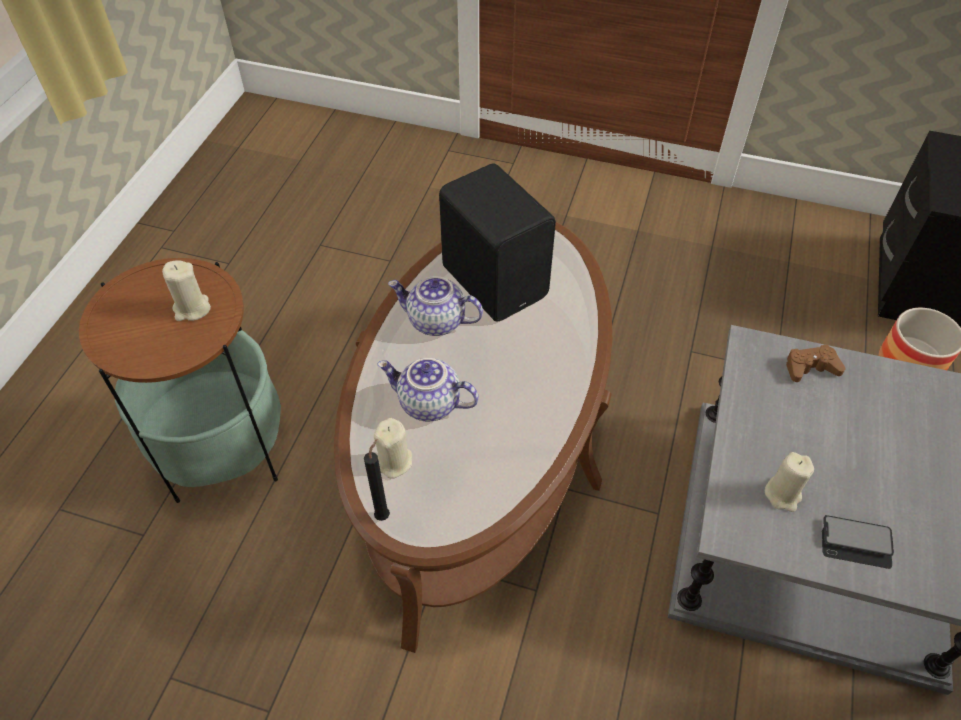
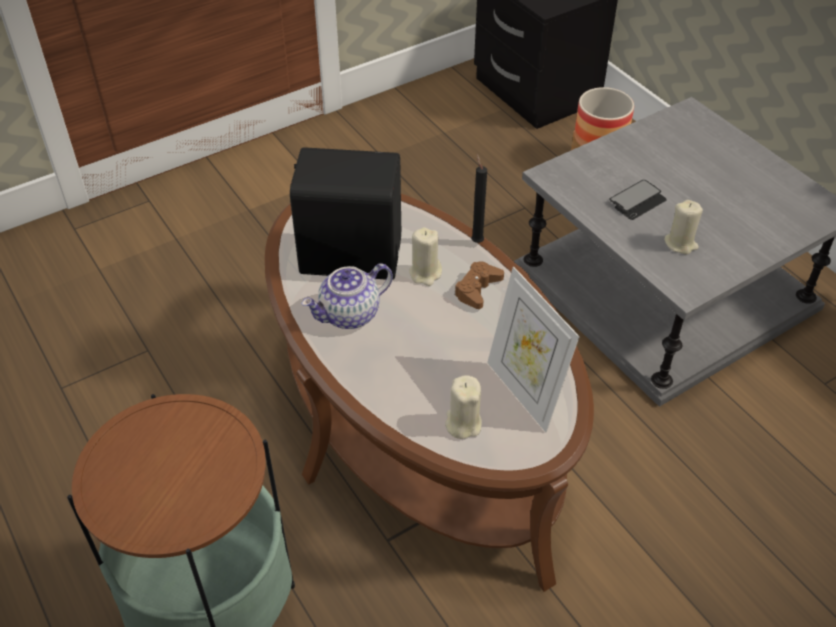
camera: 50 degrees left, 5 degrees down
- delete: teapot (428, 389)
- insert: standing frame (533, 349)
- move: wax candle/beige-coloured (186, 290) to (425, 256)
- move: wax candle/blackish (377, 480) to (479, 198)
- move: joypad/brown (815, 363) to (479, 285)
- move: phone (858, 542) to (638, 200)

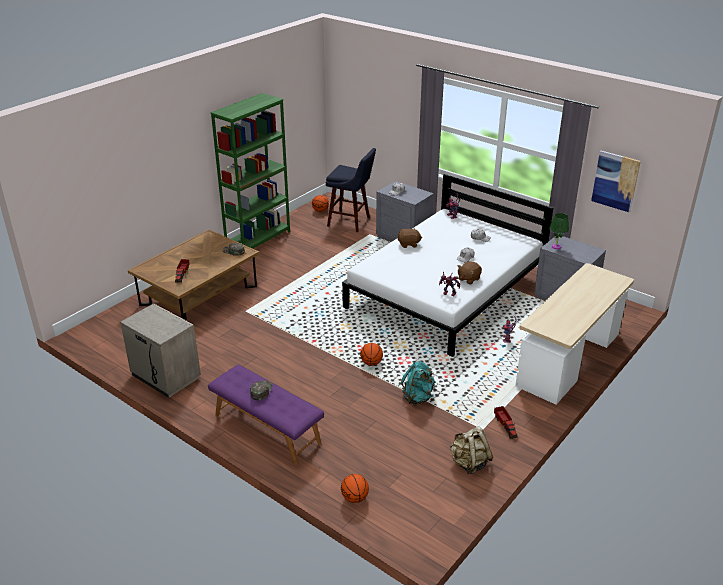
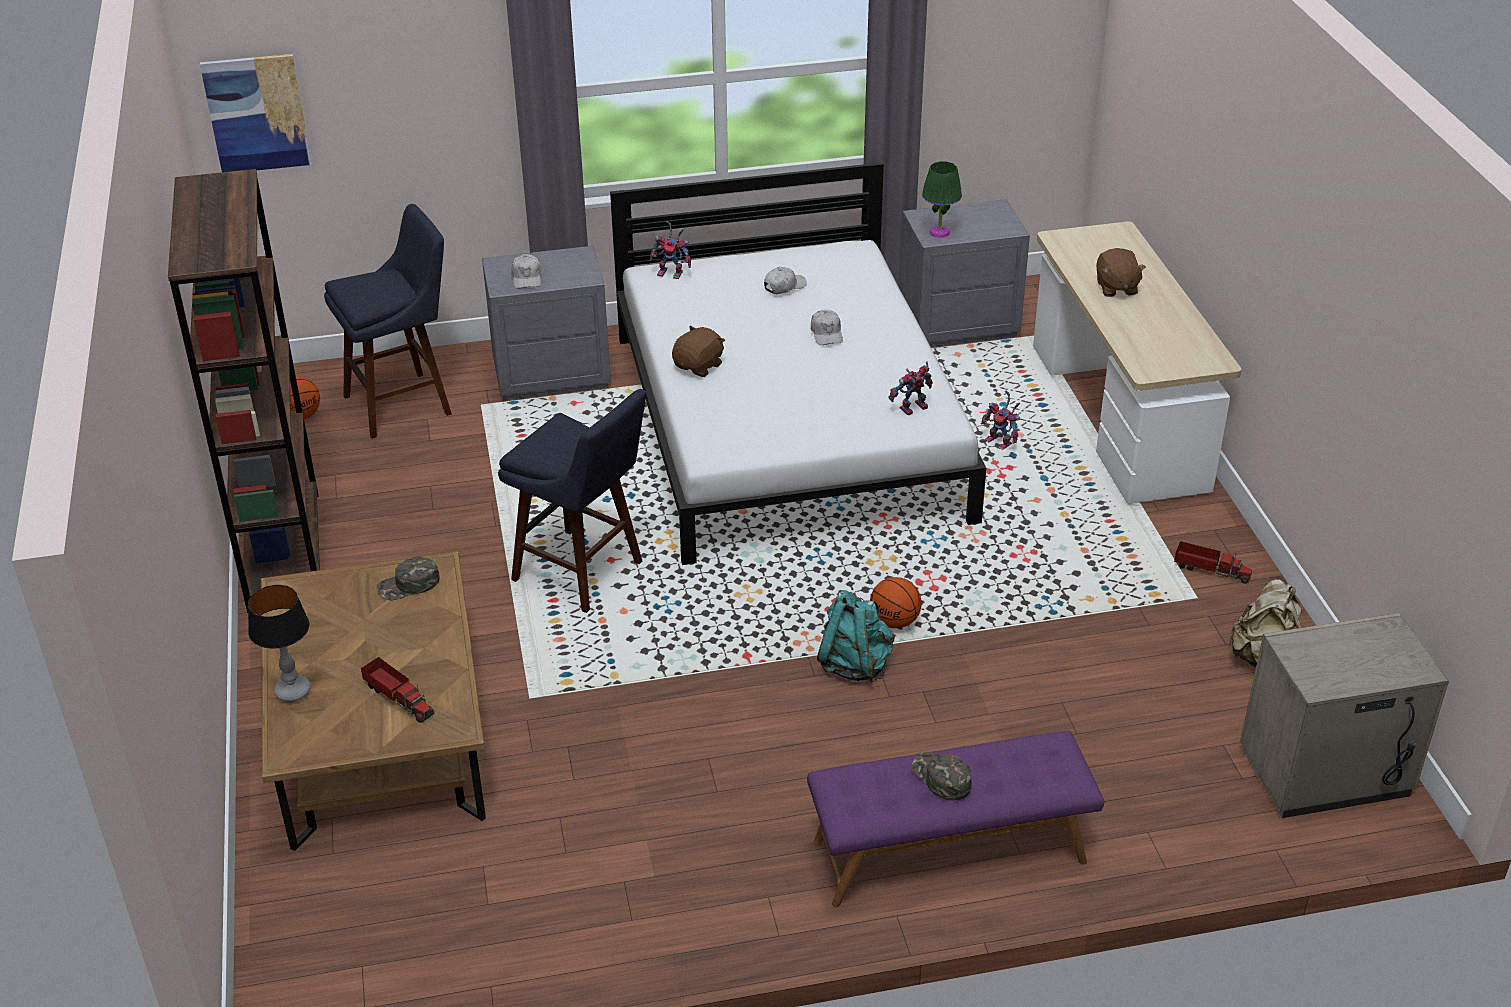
camera: 50 degrees left, 5 degrees up
- delete: basketball ball (355, 488)
- insert: tabletop lamp (279, 643)
- insert: sitting stool/blue-coloured (572, 501)
- move: nightstand/beige-coloured (160, 350) to (1344, 715)
- move: backpack/turquoise (418, 383) to (855, 636)
- move: cuddly toy/brown (470, 272) to (1121, 272)
- move: wall art (616, 181) to (256, 113)
- recolor: bookcase/green (250, 171) to bookcase/brown (244, 391)

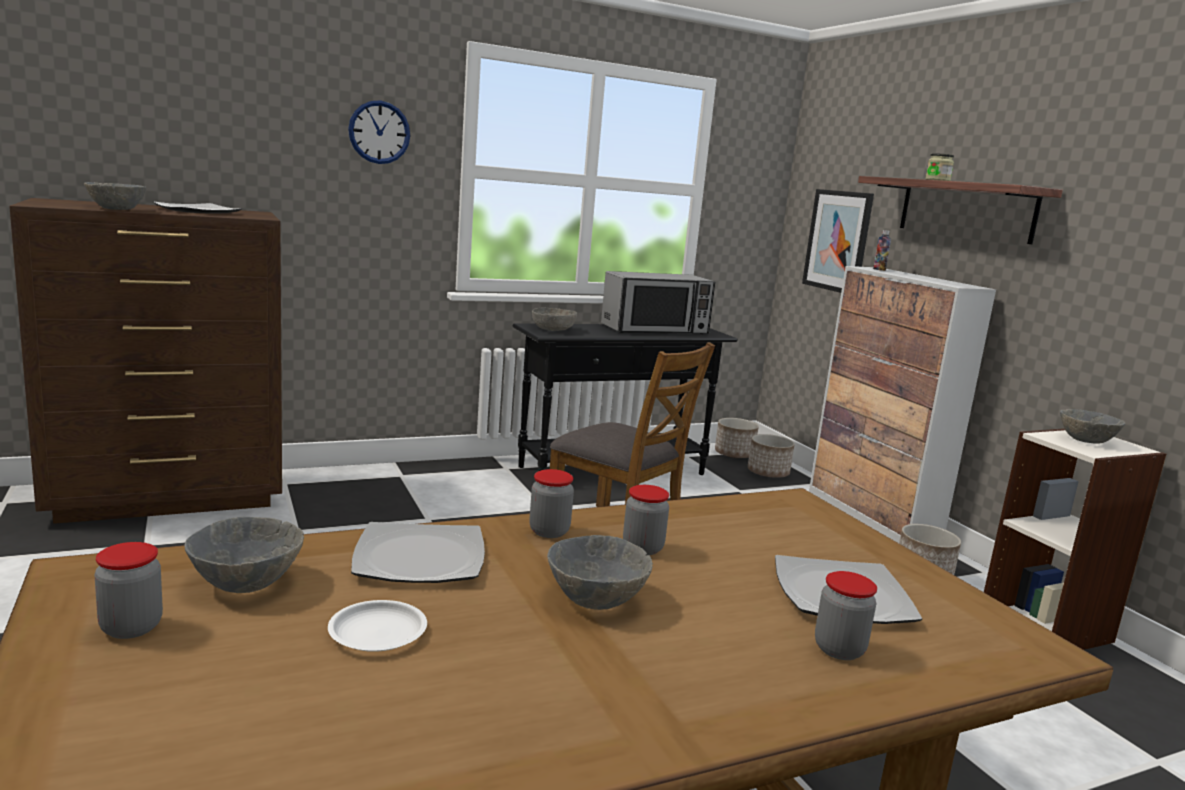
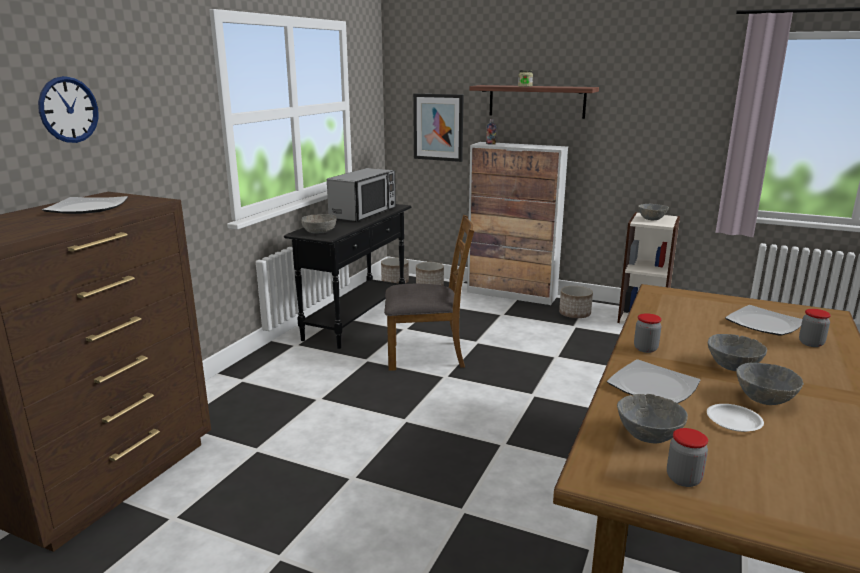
camera: 40 degrees left, 5 degrees up
- delete: jar (646, 520)
- move: serving bowl/gray (115, 196) to (770, 384)
- move: hanging clock (379, 132) to (68, 109)

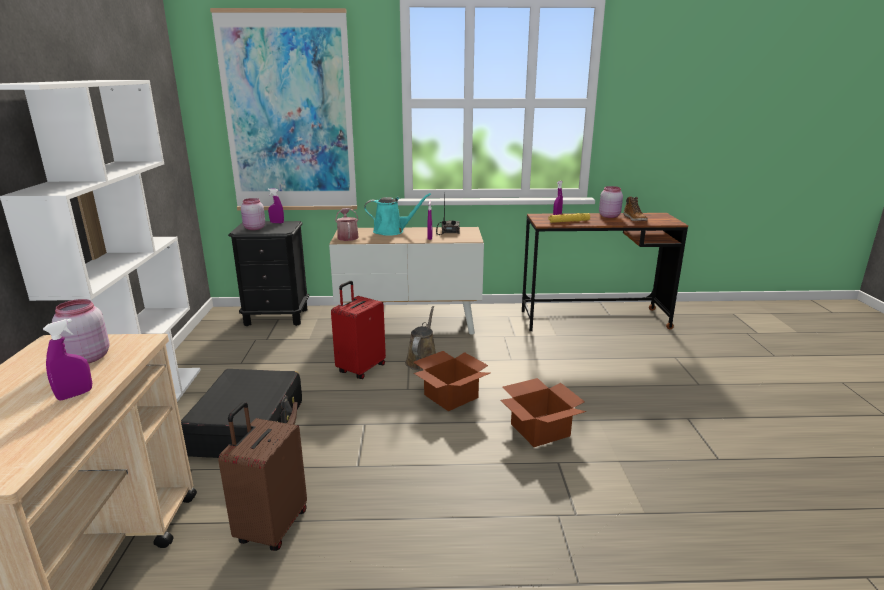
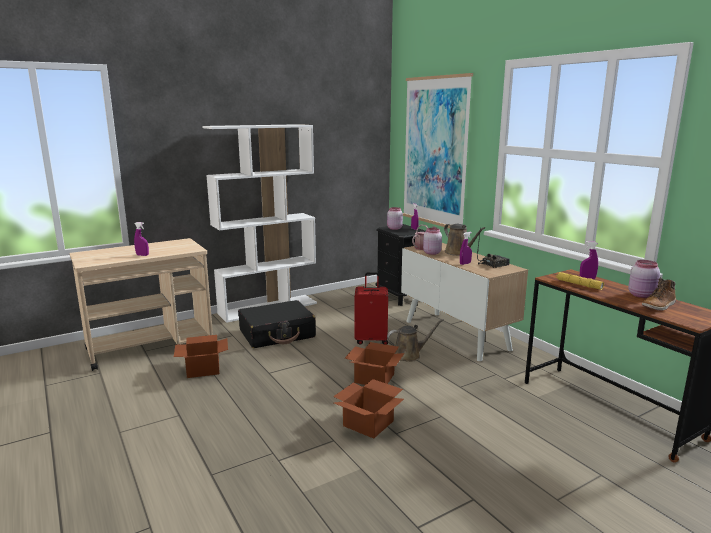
camera: 60 degrees right, 5 degrees down
- move: jar/pinkish (80, 331) to (432, 241)
- replace: travel case/brown (262, 476) to packing box (201, 356)
- recolor: watering pot/turquoise (397, 214) to watering pot/brown (464, 240)

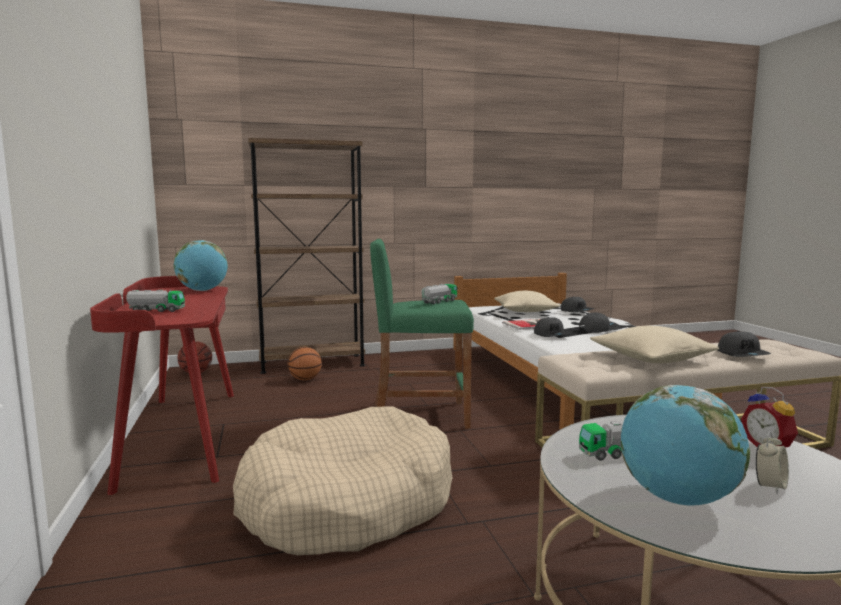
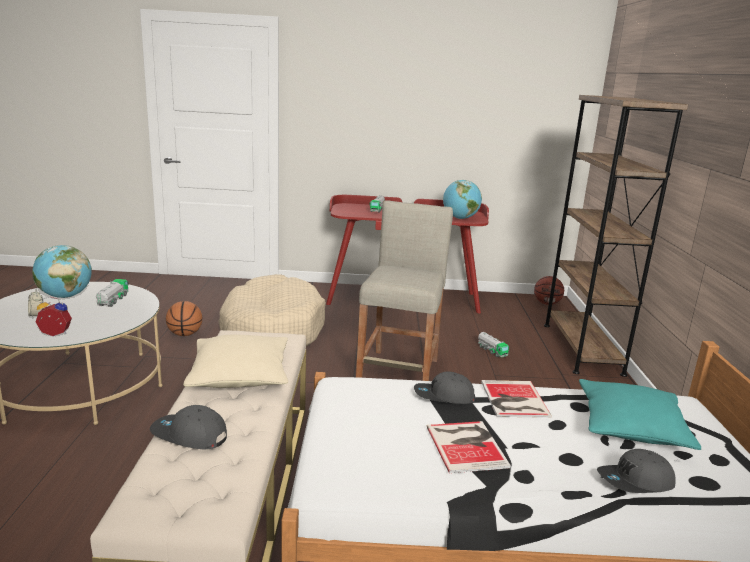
camera: 105 degrees right, 10 degrees up
- move: basketball ball (305, 363) to (184, 318)
- move: toy truck (439, 294) to (493, 344)
- replace: cap/gray (599, 322) to bound book (469, 447)
- recolor: sitting stool/green (422, 333) to sitting stool/beige-coloured (404, 290)
- recolor: throw pillow/beige-coloured (527, 301) to throw pillow/turquoise (640, 414)

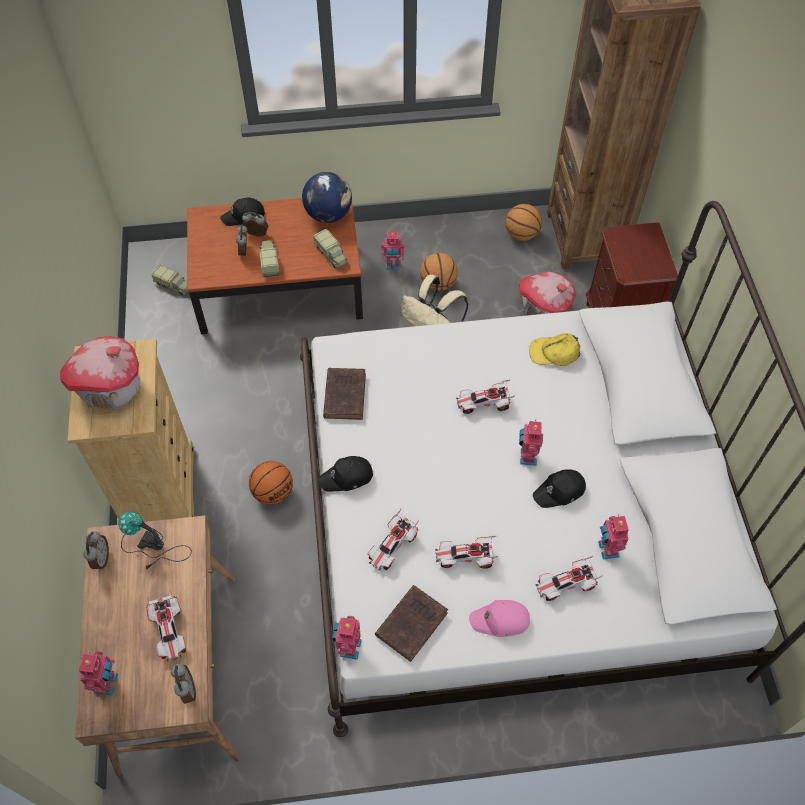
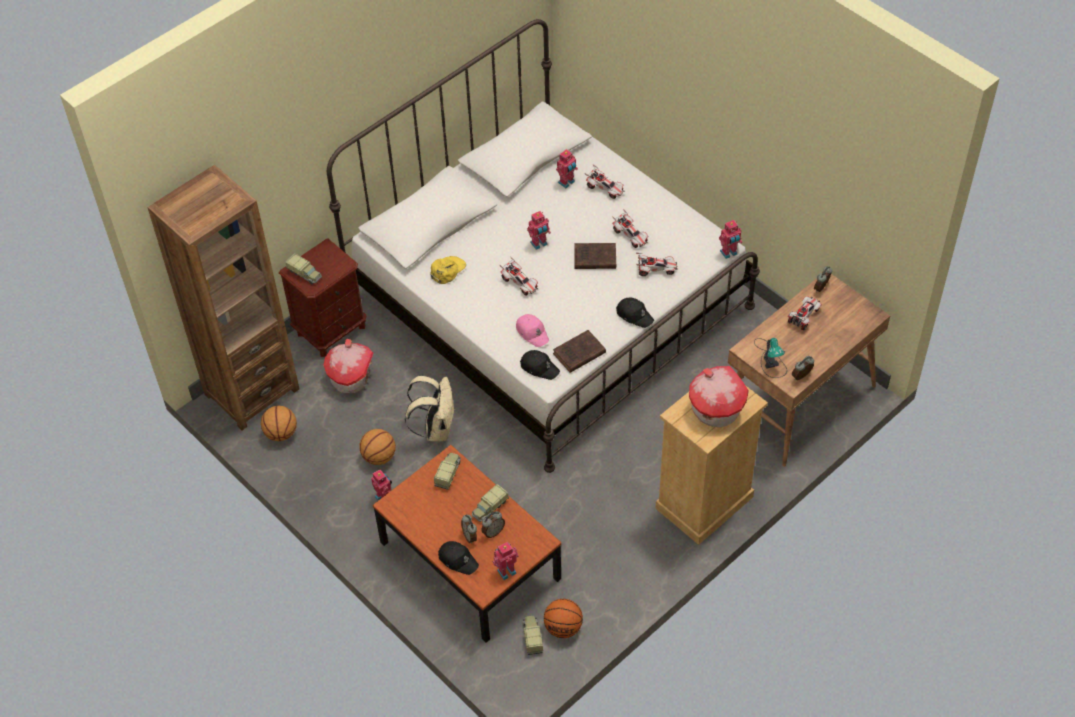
camera: 125 degrees left, 5 degrees down
- delete: world globe (327, 197)
- insert: toy truck (303, 268)
- move: model robot (98, 673) to (505, 561)
- move: basketball ball (271, 483) to (563, 618)
- move: bound book/brown (411, 623) to (595, 256)
- move: cap/pinkish (499, 618) to (532, 330)
- move: cap/blackish (559, 488) to (540, 365)
- rotate: cap/yellow-coloured (554, 349) = (448, 270) 105 degrees counterclockwise

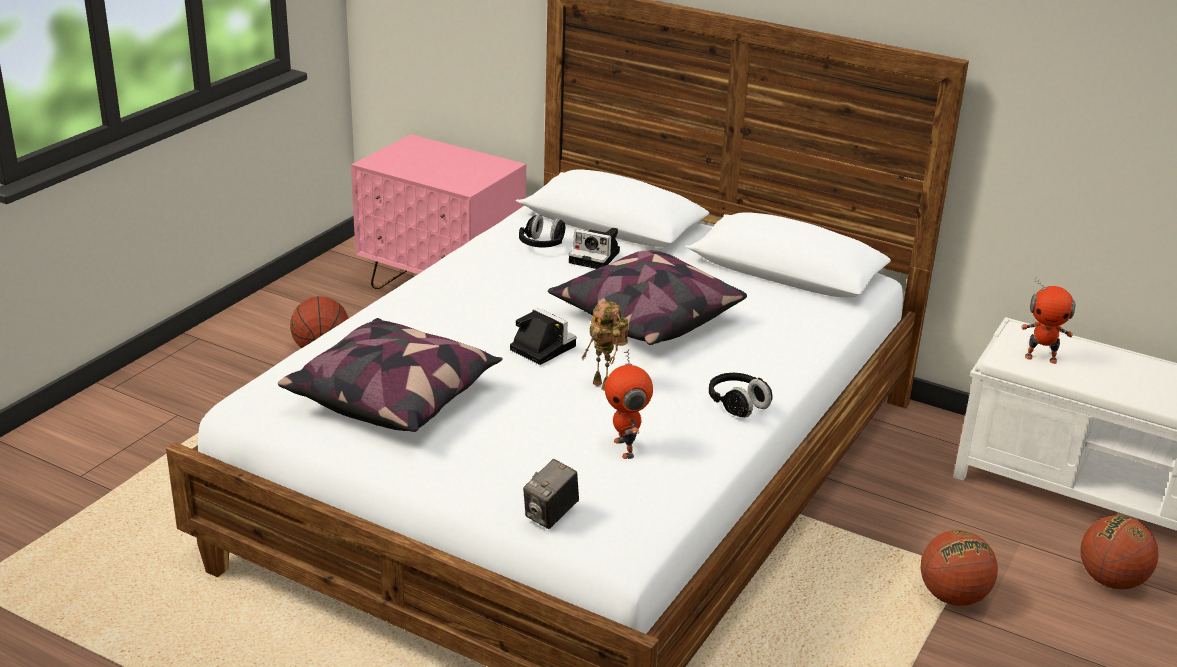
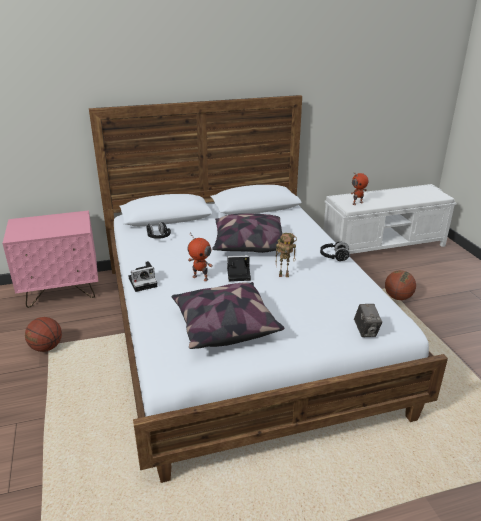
camera: 45 degrees left, 0 degrees up
- delete: basketball ball (1119, 552)
- move: photo camera (594, 248) to (142, 276)
- move: model robot (629, 404) to (200, 256)

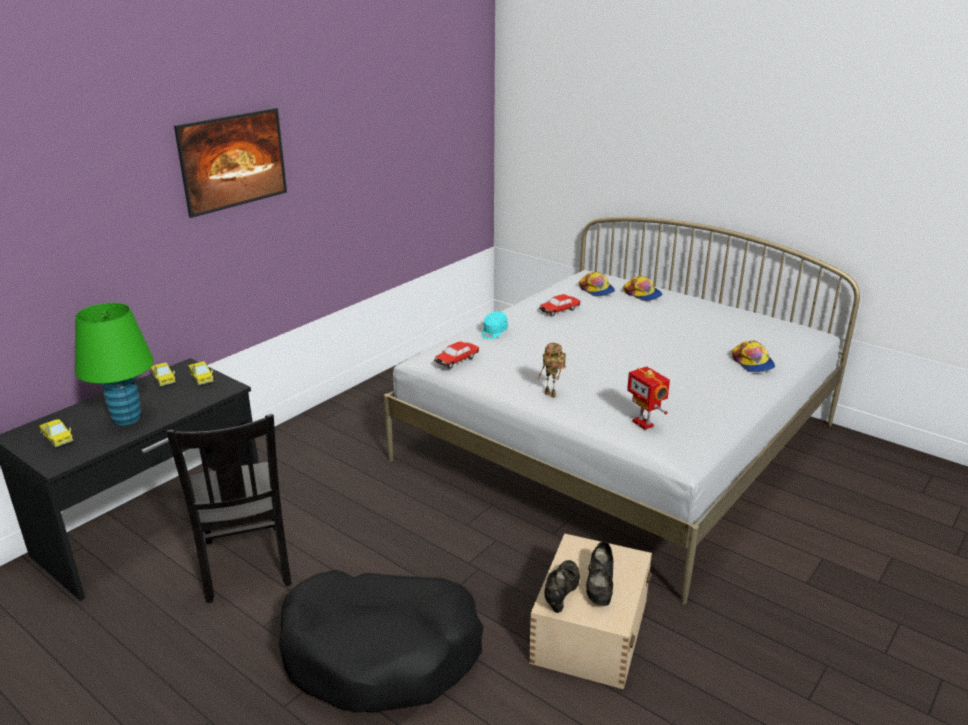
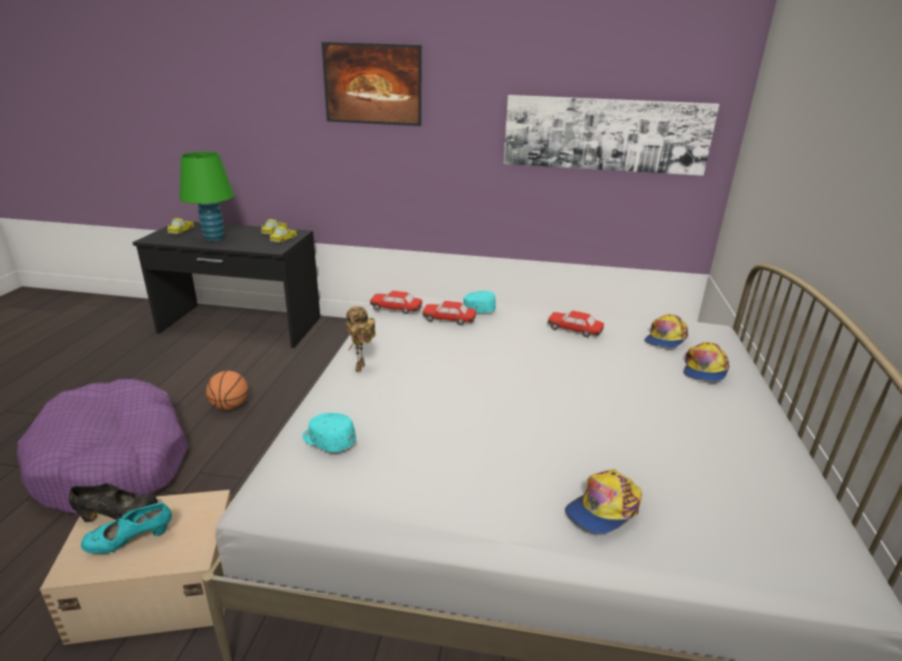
camera: 60 degrees right, 0 degrees up
- delete: plain chair/blackish (229, 508)
- insert: basketball ball (227, 390)
- insert: toy car (449, 313)
- insert: wall art (611, 135)
- replace: model robot (648, 398) to cap/turquoise (329, 432)
- recolor: pet bed/blackish (381, 641) to pet bed/purple (102, 446)
- recolor: item of footwear/blackish (599, 573) to item of footwear/turquoise (126, 528)

